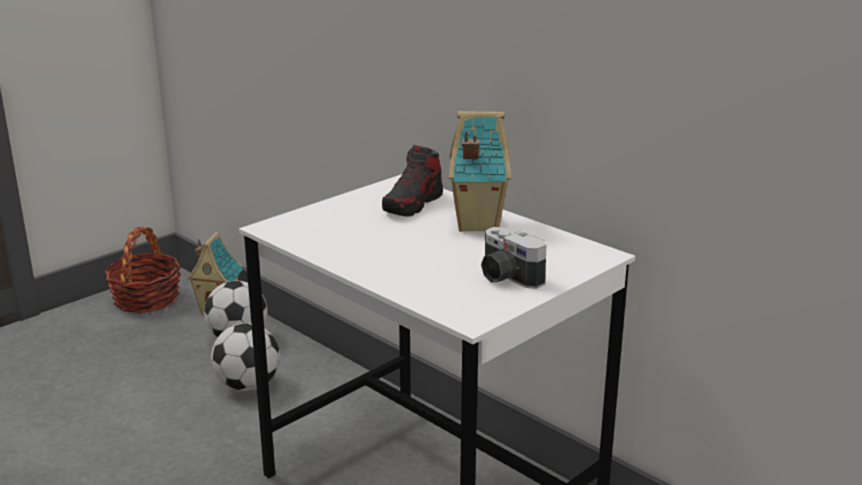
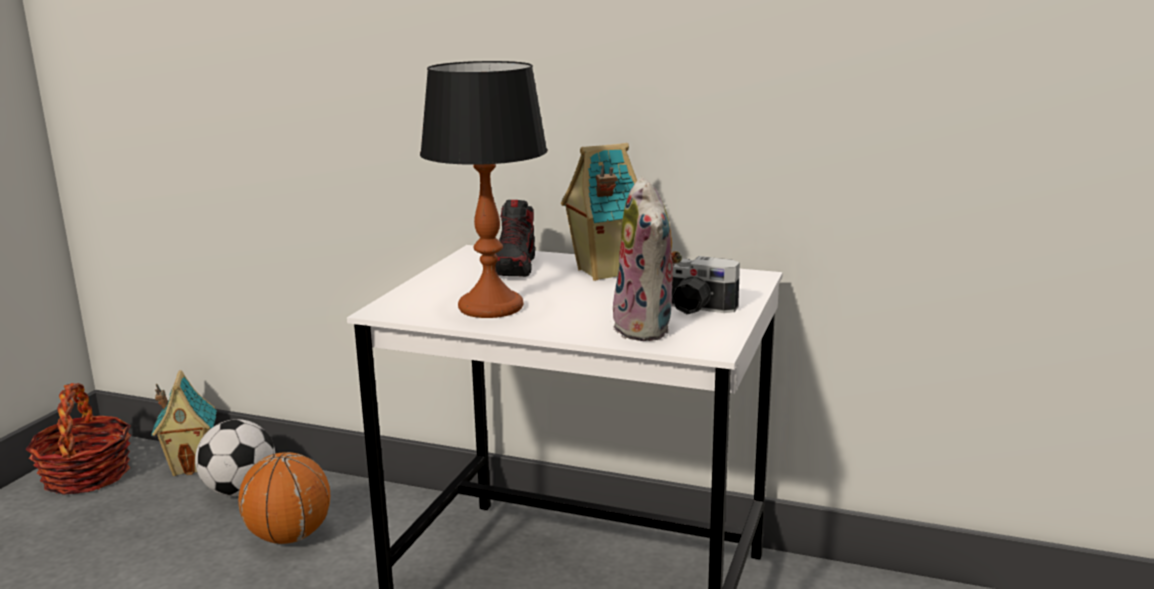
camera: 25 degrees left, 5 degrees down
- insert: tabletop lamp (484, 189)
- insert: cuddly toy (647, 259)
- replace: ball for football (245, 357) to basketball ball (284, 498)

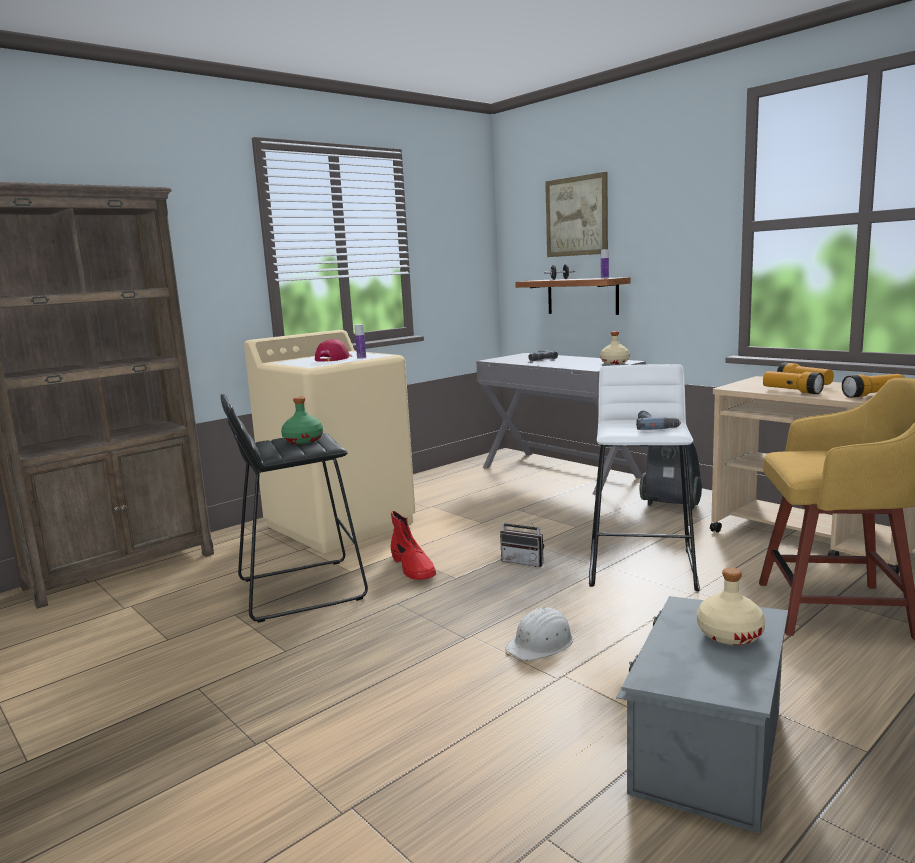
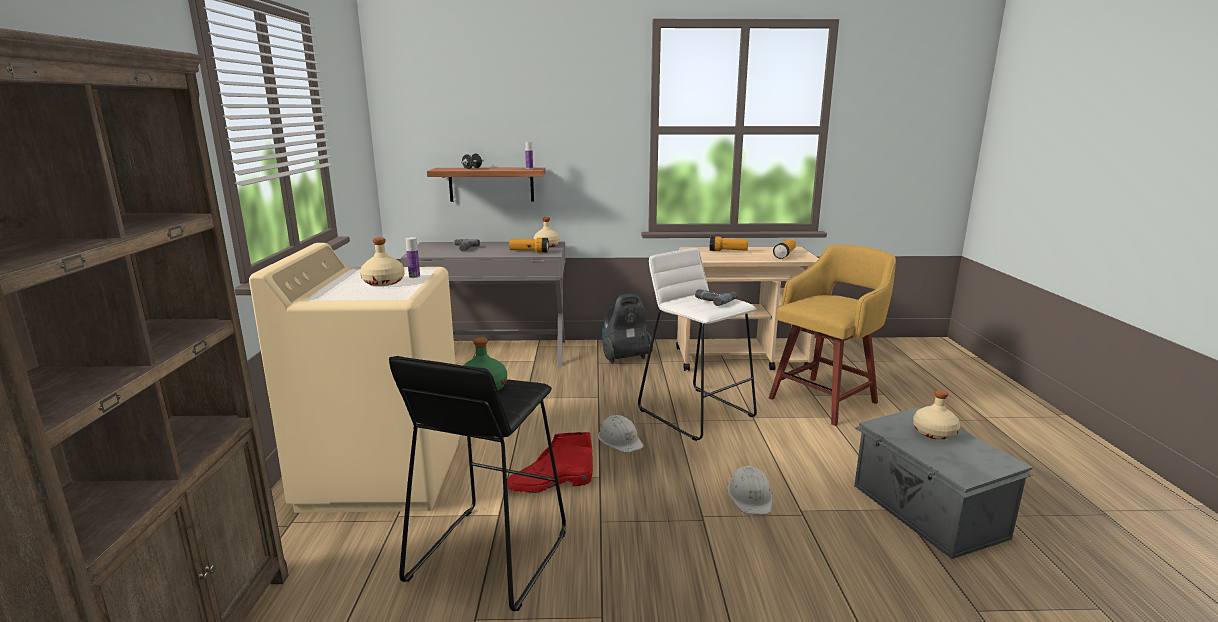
camera: 50 degrees left, 5 degrees up
- delete: wall art (576, 214)
- move: torch (793, 382) to (529, 245)
- replace: cap/red (333, 350) to bottle/beige-coloured (382, 261)
- replace: radio (522, 538) to safety helmet/white-coloured (621, 434)
- rotate: high-top boot/red (413, 545) = (550, 463) 150 degrees clockwise

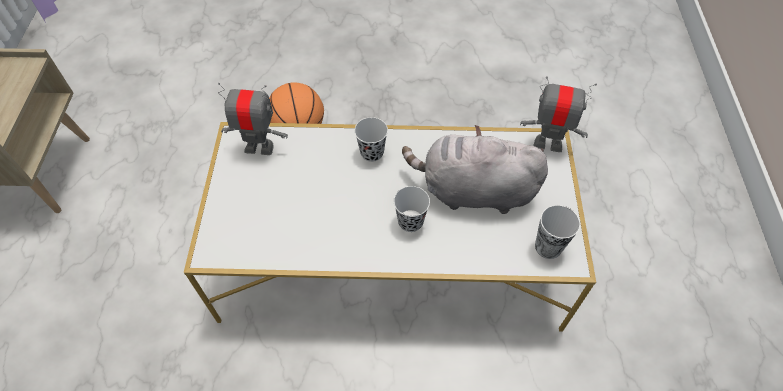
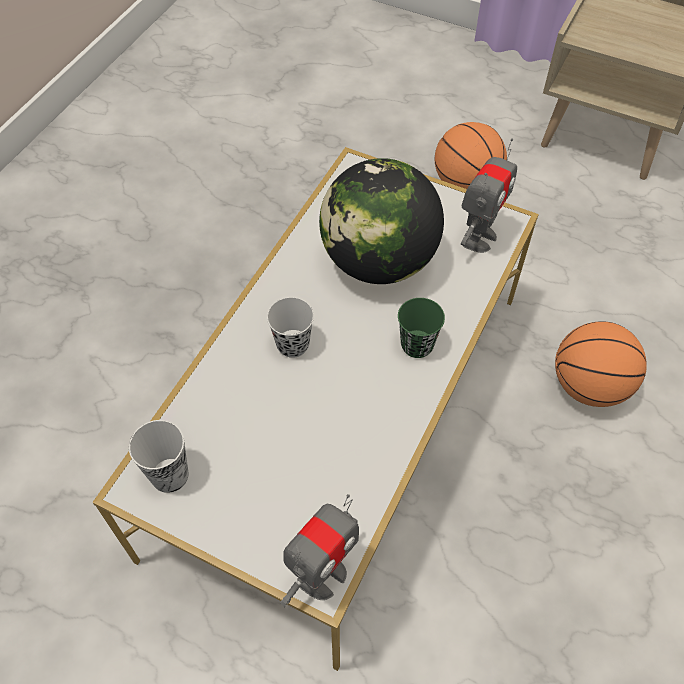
camera: 115 degrees right, 0 degrees up
- delete: cuddly toy/gray (475, 169)
- insert: world globe (381, 221)
- insert: basketball ball (471, 155)
- recolor: small cup/blackish (371, 139) to small cup/green (421, 328)

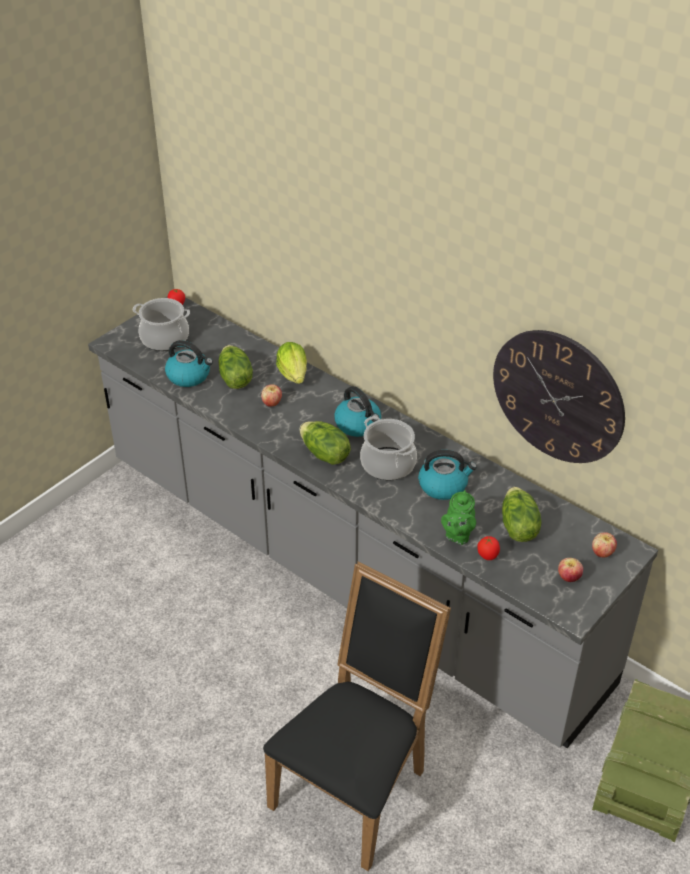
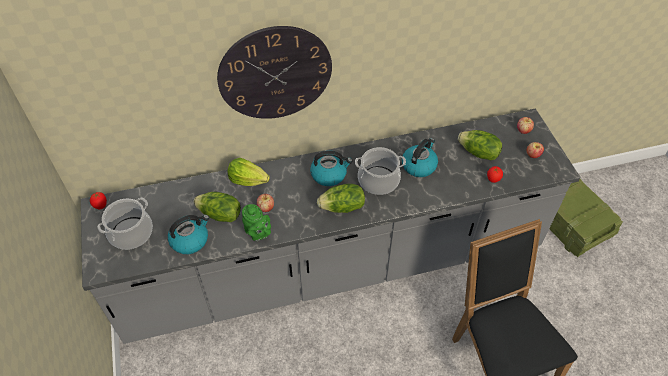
camera: 55 degrees left, 10 degrees up
- move: teapot/green (458, 517) to (256, 222)
- move: hanging clock (559, 396) to (274, 72)

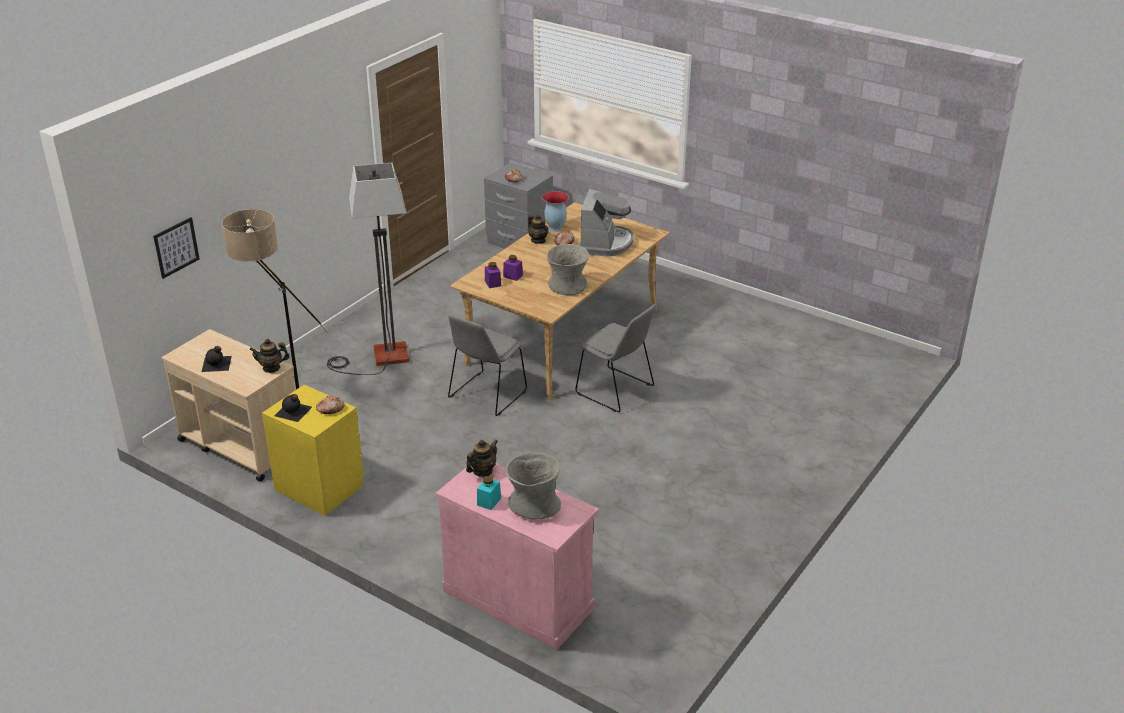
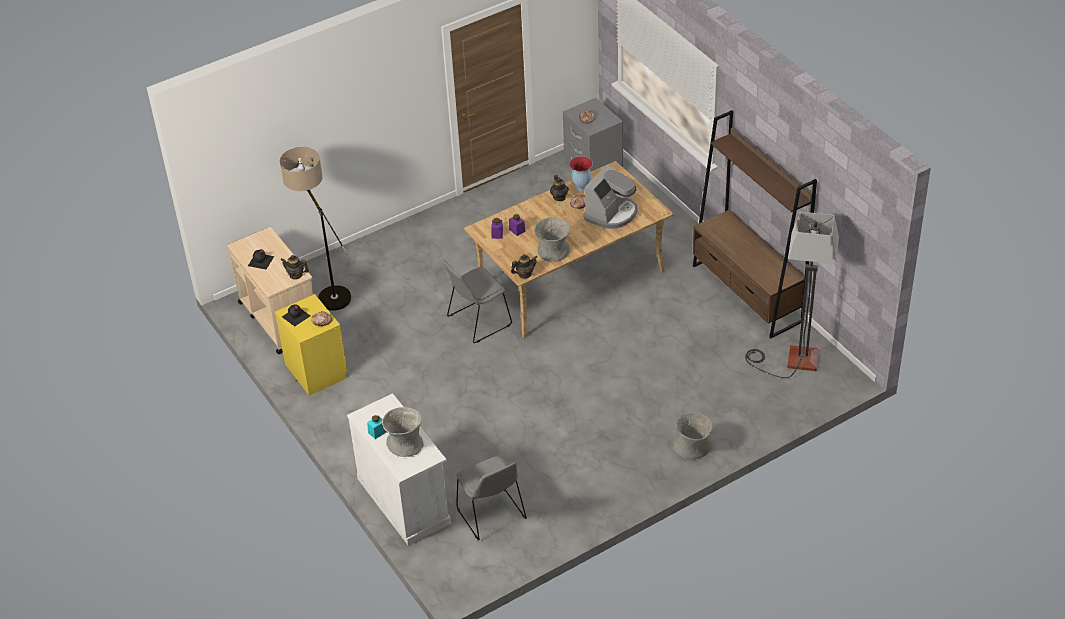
camera: 25 degrees right, 10 degrees up
- delete: wall art (176, 248)
- insert: decorative vase/gray (693, 435)
- insert: bookcase/brown (755, 224)
- move: floor lamp (368, 269) to (792, 295)
- move: teapot (482, 458) to (524, 266)
- move: plain chair/gray (615, 358) to (491, 498)
- recolor: cupboard/pinkish (517, 556) to cupboard/white-coloured (399, 469)

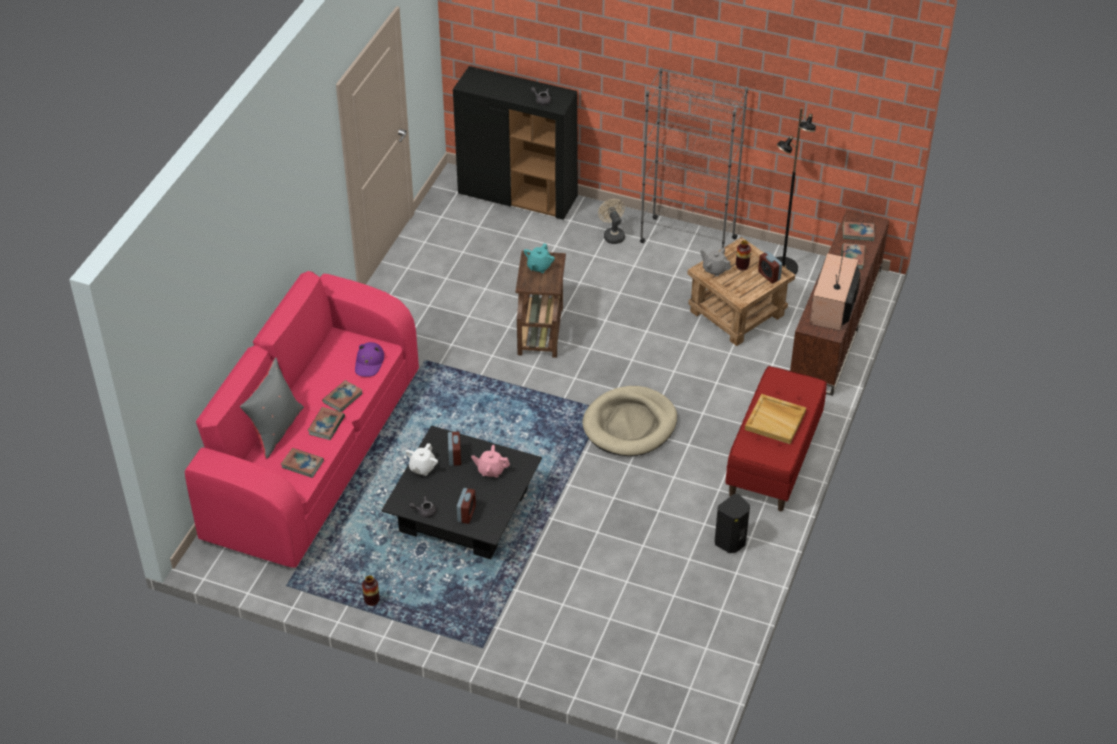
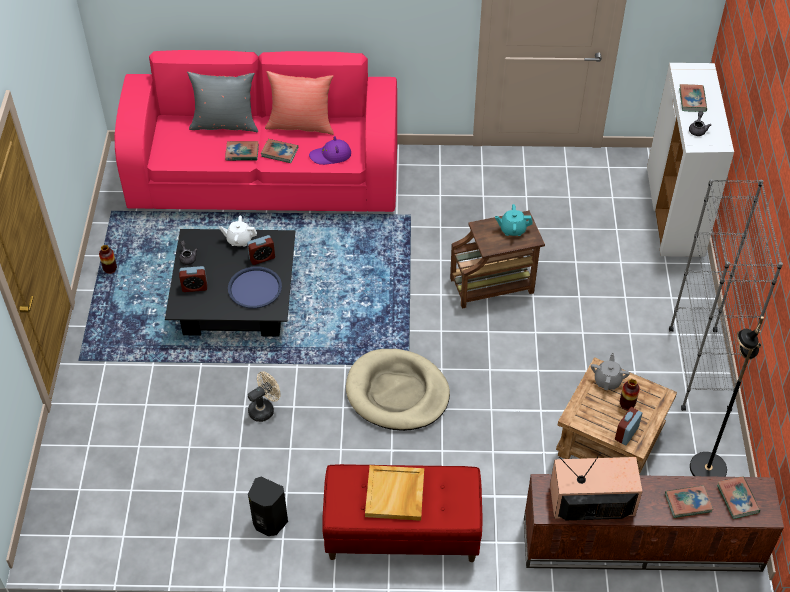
camera: 70 degrees right, 5 degrees up
- insert: throw pillow/red (299, 103)
- move: bound book (302, 463) to (693, 98)
- move: cooling fan/beige-coloured (611, 221) to (264, 396)
- replace: teapot/pinkish (490, 461) to tray/blue-coloured (255, 287)
- recolor: cupboard/blackish (515, 143) to cupboard/white-coloured (690, 160)

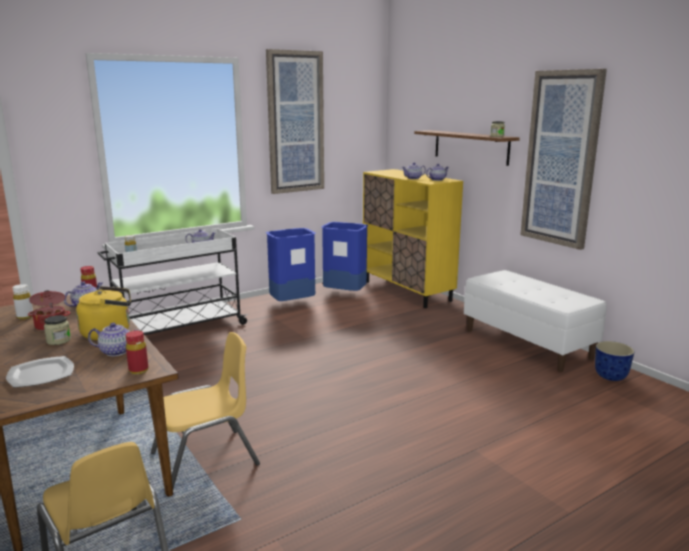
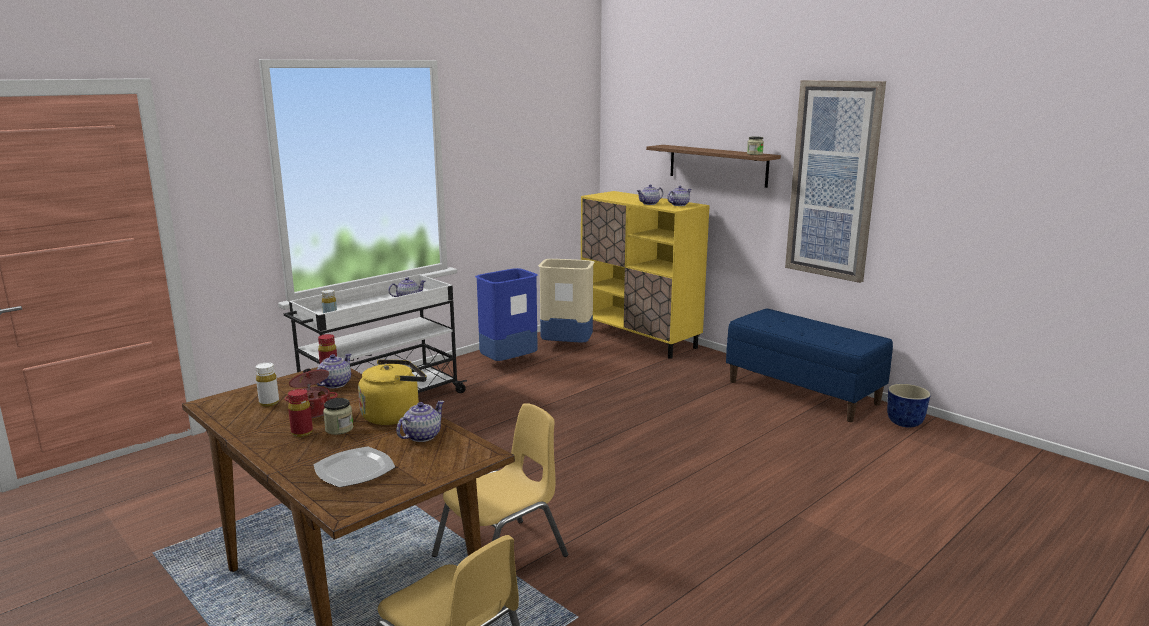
camera: 10 degrees left, 0 degrees up
- delete: wall art (295, 121)
- move: bottle/red (137, 352) to (300, 413)
- recolor: trash can/blue-coloured (344, 256) to trash can/beige-coloured (566, 300)
- recolor: indoor bench/white-coloured (535, 321) to indoor bench/blue-coloured (809, 365)
- rotate: teapot (114, 339) = (420, 421) 45 degrees counterclockwise

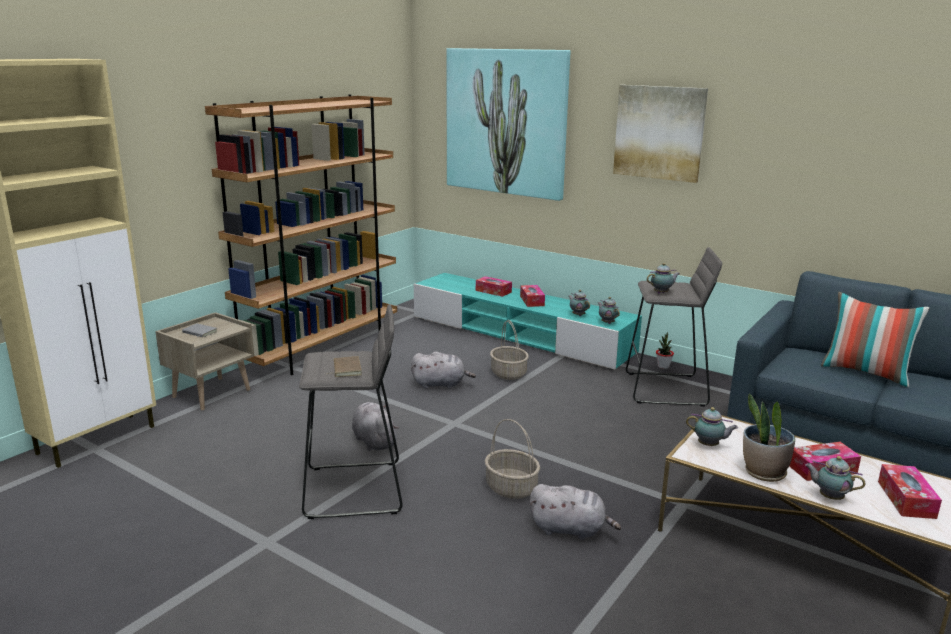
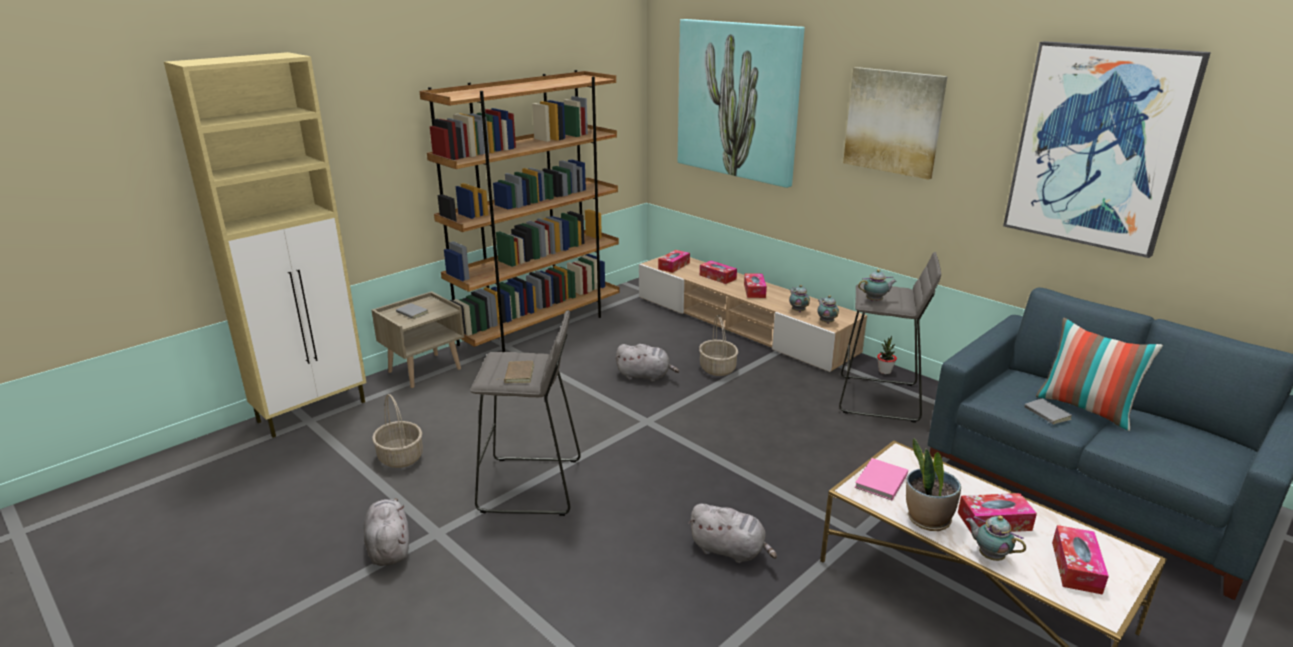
camera: 10 degrees right, 5 degrees up
- insert: tissue box (674, 261)
- insert: wall art (1107, 149)
- insert: bound book/gray (1048, 412)
- move: cuddly toy/gray (375, 426) to (386, 532)
- move: storage basket (512, 459) to (397, 431)
- replace: teapot (712, 426) to bound book/pinkish (881, 479)
- recolor: tv stand/turquoise (528, 321) to tv stand/beige-coloured (753, 313)

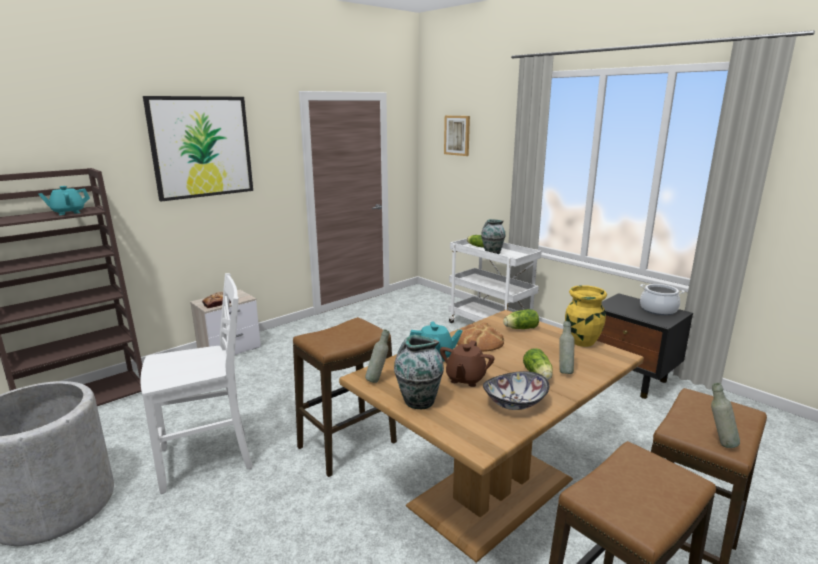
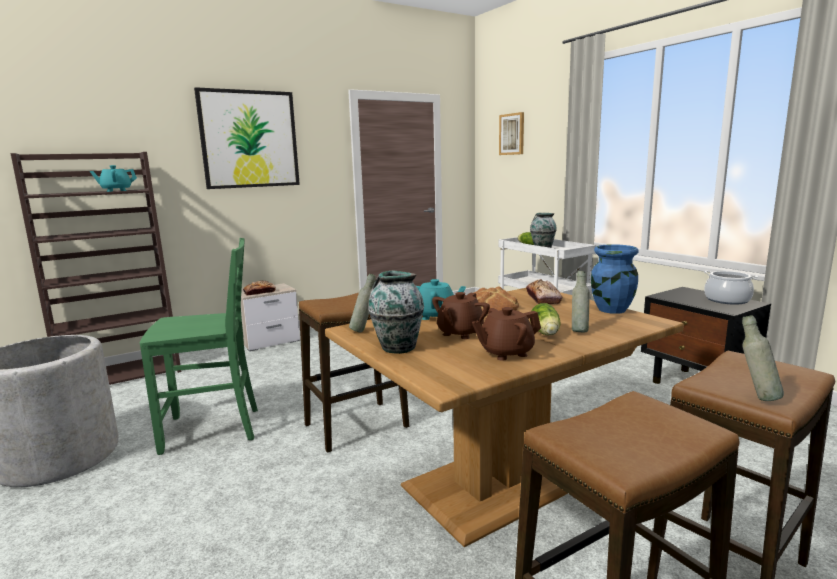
camera: 10 degrees right, 5 degrees down
- replace: serving bowl (516, 390) to teapot/brown (506, 334)
- replace: head of lettuce (521, 319) to bread (544, 291)
- recolor: plain chair/white-coloured (196, 383) to plain chair/green (199, 346)
- recolor: decorative vase/yellow-coloured (586, 316) to decorative vase/blue-coloured (615, 279)

